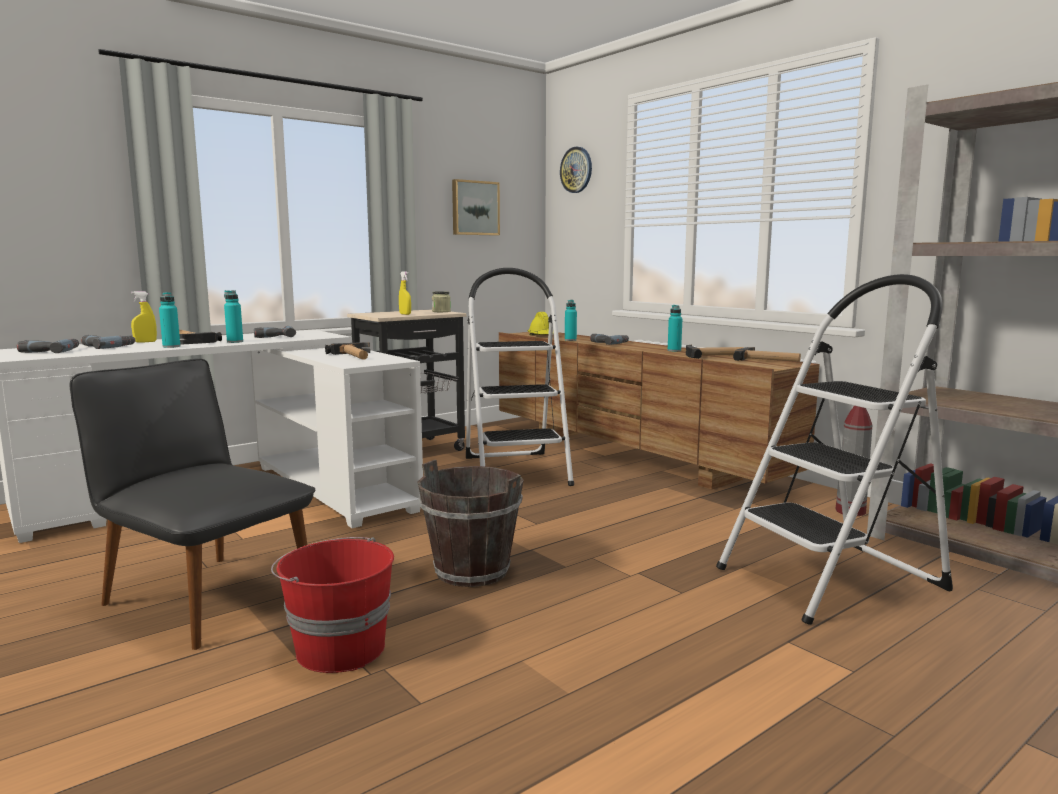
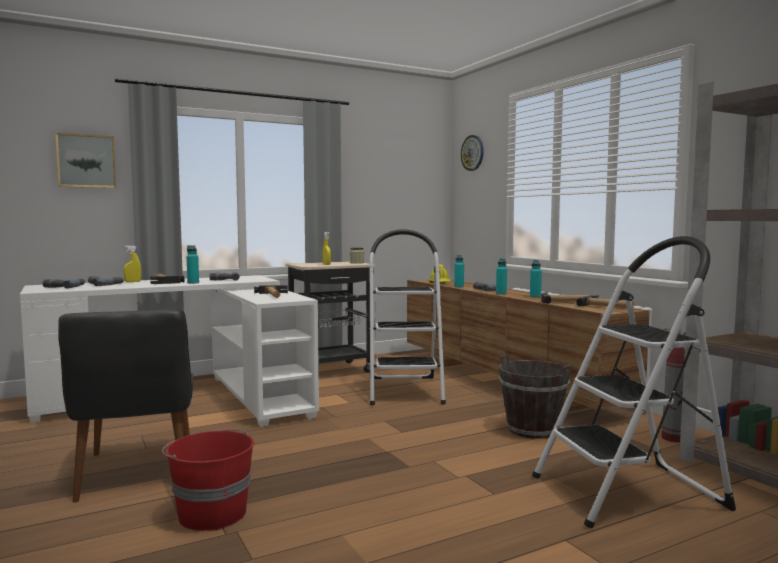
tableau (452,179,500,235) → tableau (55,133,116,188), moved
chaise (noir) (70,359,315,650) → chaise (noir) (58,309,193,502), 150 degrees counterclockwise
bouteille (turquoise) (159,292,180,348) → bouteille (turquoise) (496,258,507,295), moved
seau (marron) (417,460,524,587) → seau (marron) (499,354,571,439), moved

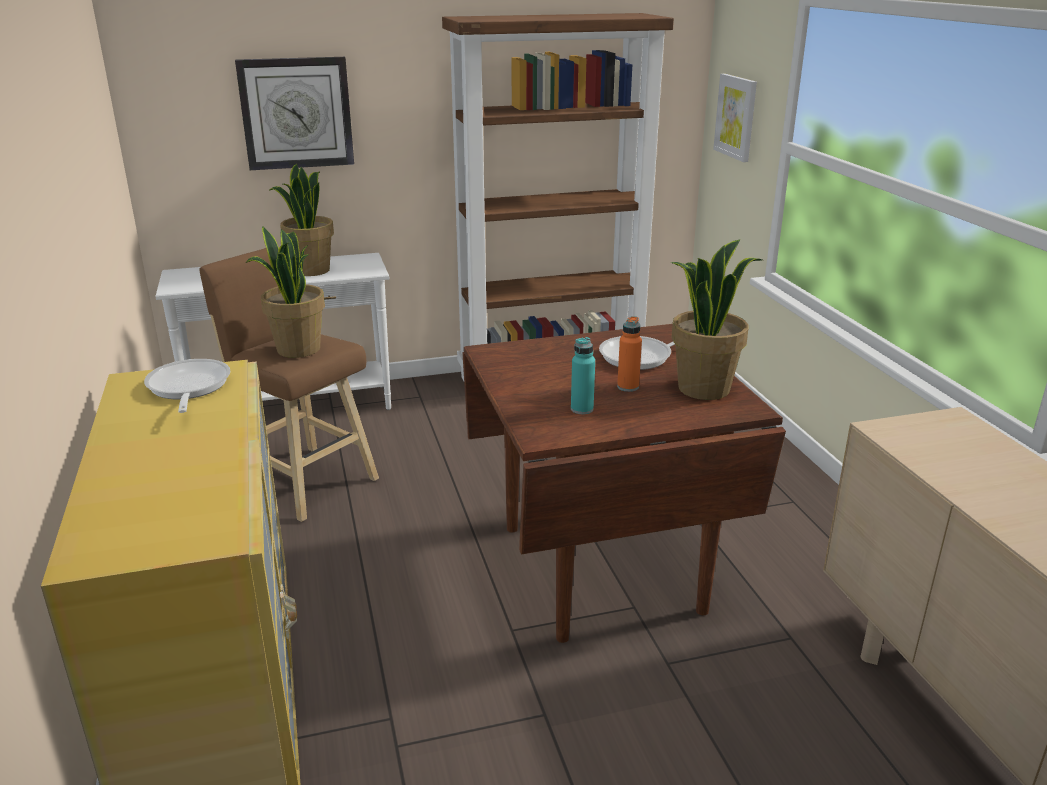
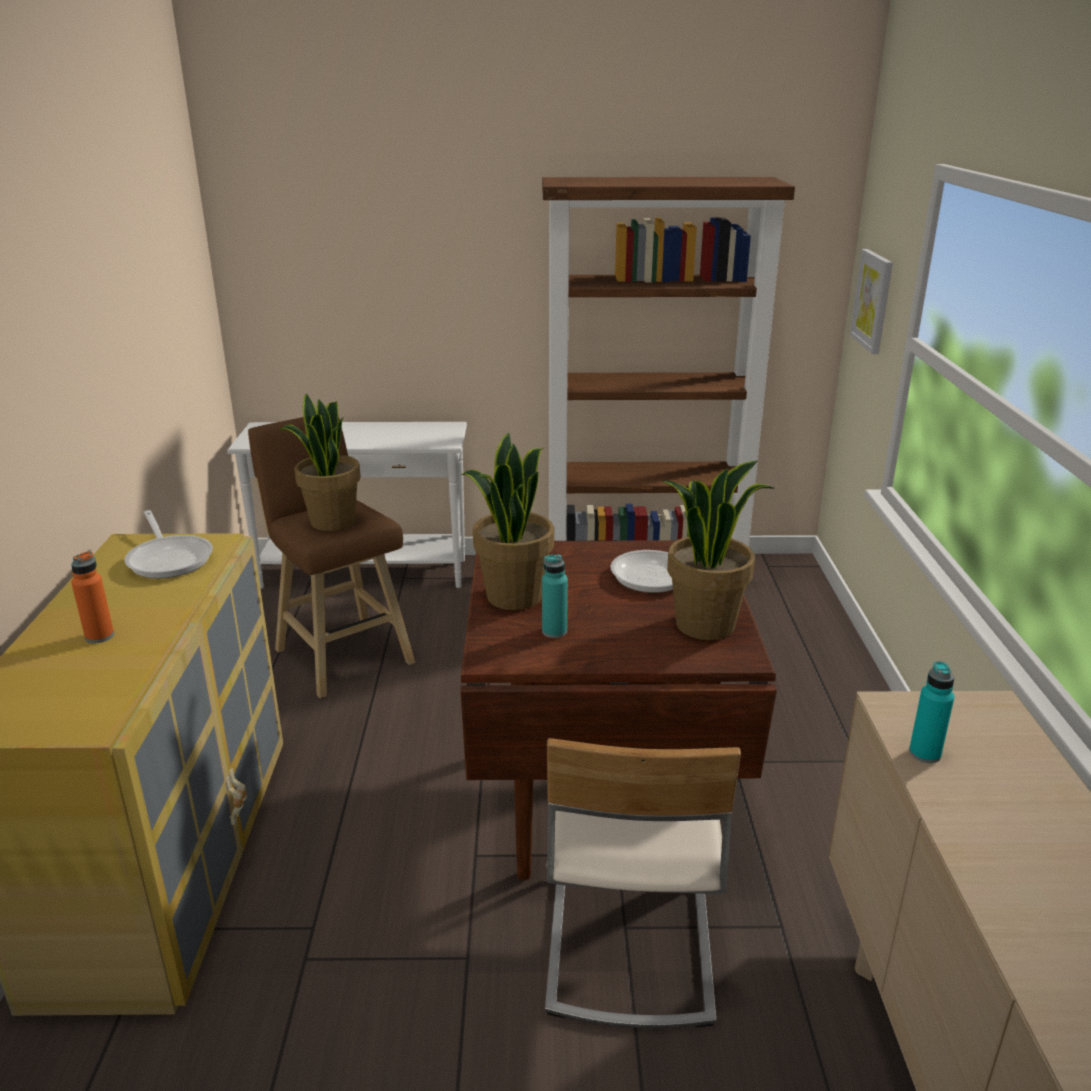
bouteille (orange) (617,316,642,392) → bouteille (orange) (71,551,114,643), moved
poêle (144,359,230,413) → poêle (125,510,213,579), 150 degrees clockwise
plante en pot (269,164,334,276) → plante en pot (462,433,554,610), moved
- → chaise (beige) (545,738,741,1028)
- → bouteille (turquoise) (909,661,955,763)
horloge murale (235,57,354,170) → -

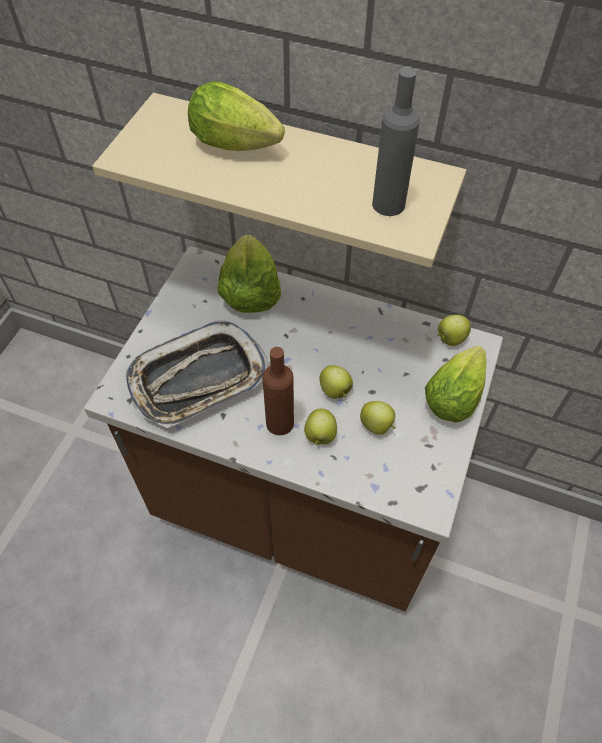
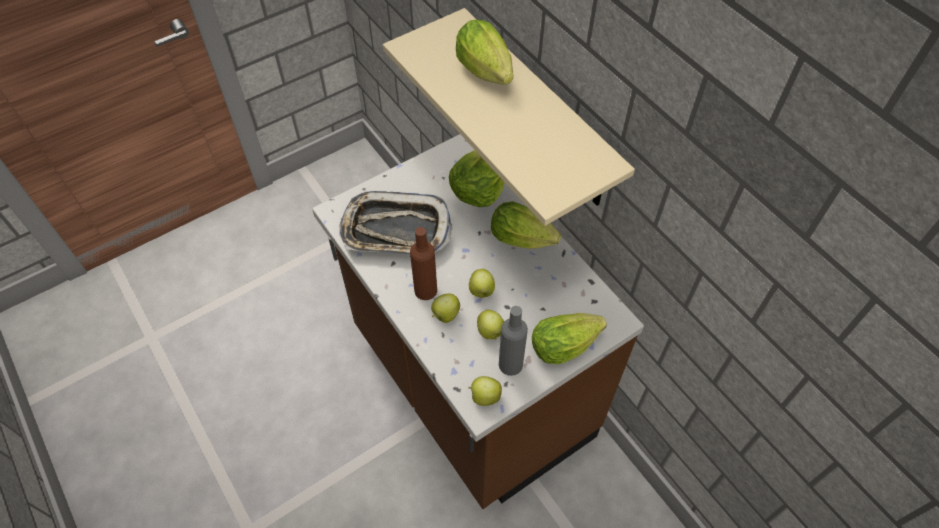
pomme (438,315,471,346) → pomme (468,376,502,406), moved
- → laitue (491,201,561,248)
bouteille (gris) (372,67,420,216) → bouteille (gris) (499,306,528,376), moved

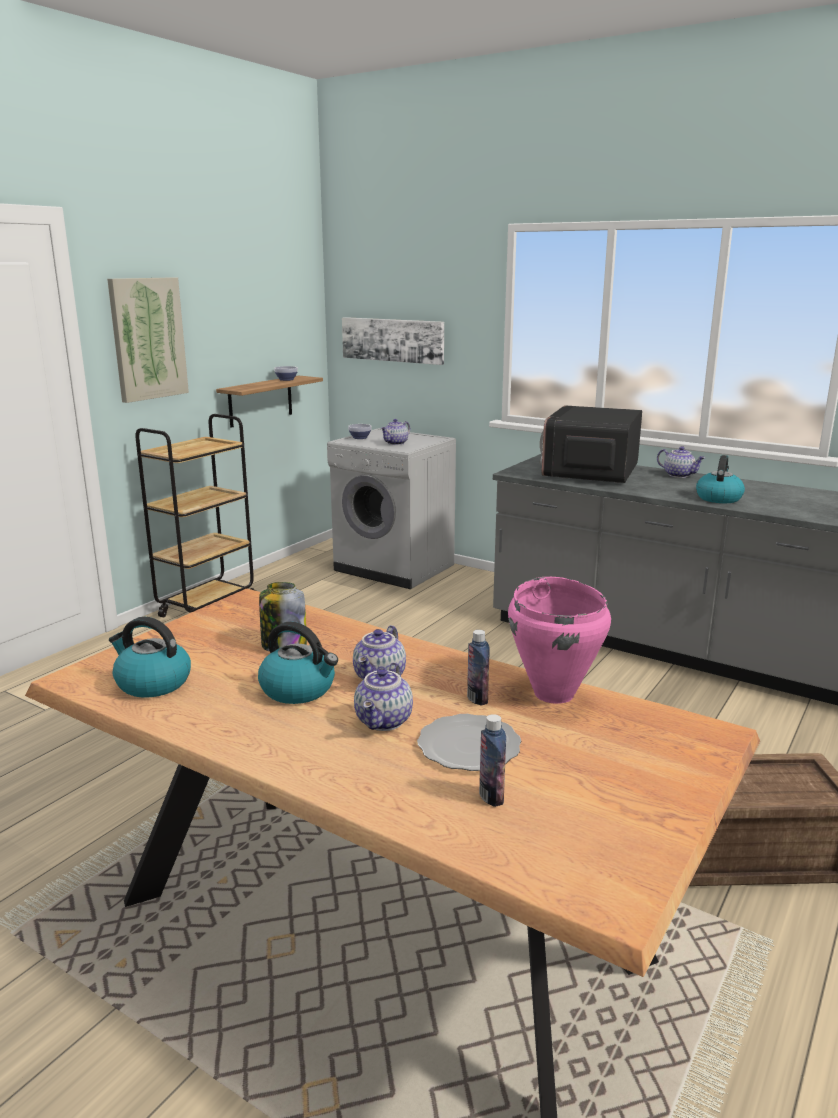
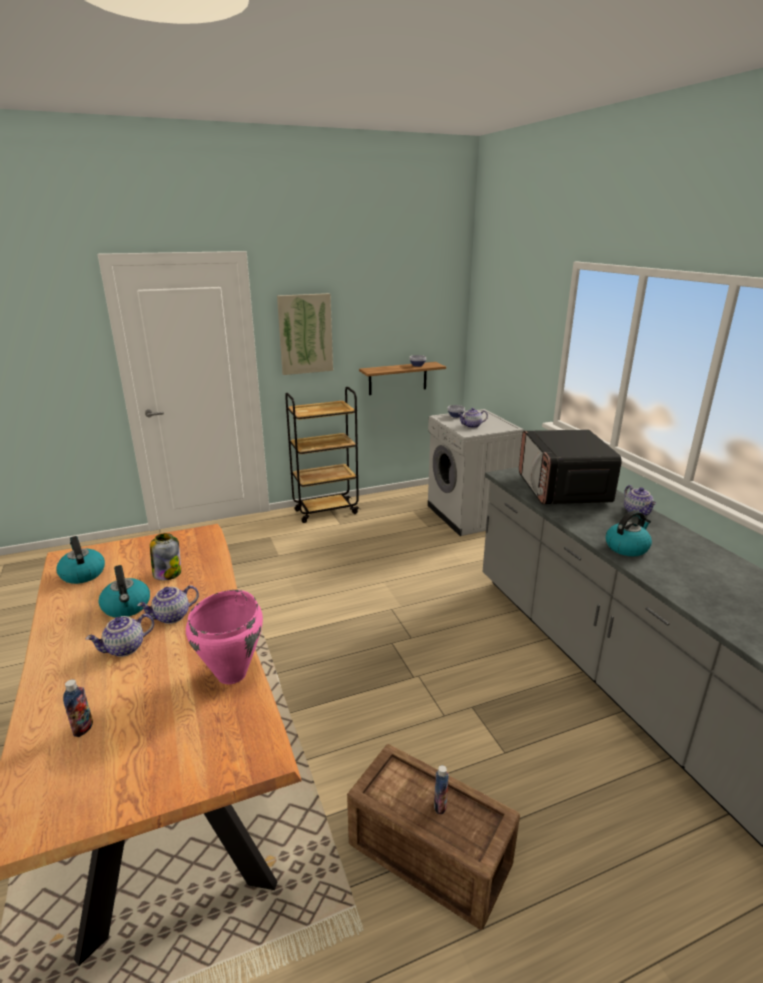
bouteille (467,630,490,706) → bouteille (434,765,449,814), moved
micro-ondes (540,405,642,483) → micro-ondes (519,429,622,504), 60 degrees counterclockwise
tableau (342,317,444,365) → -
assiette (417,714,521,771) → -

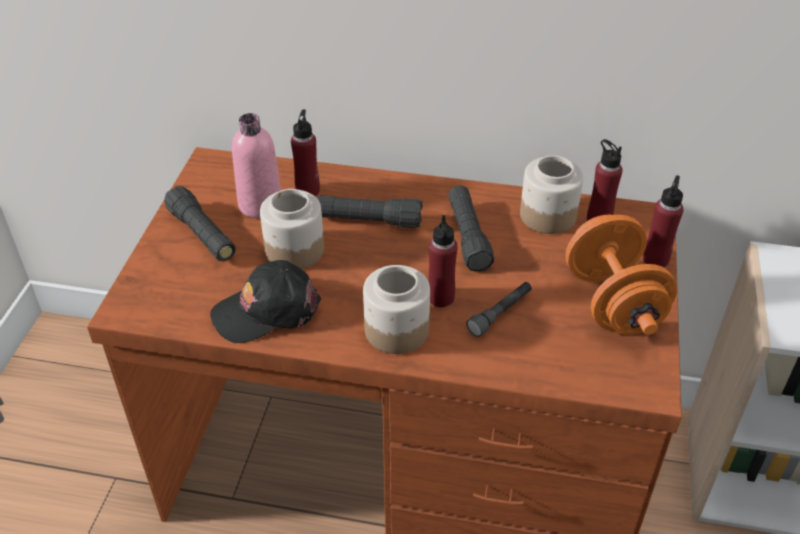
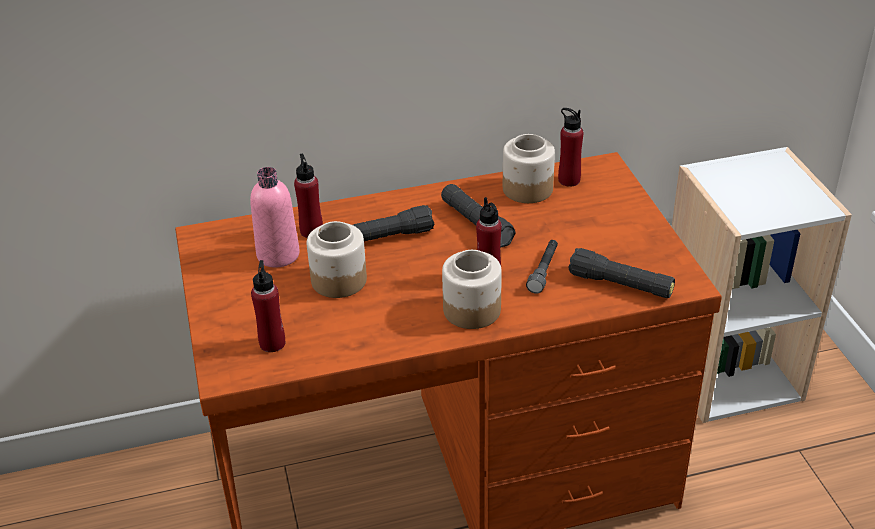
bouteille (rouge) (643,175,683,267) → bouteille (rouge) (251,260,285,352), moved
lampe de poche (noir) (164,186,236,261) → lampe de poche (noir) (568,248,675,298), moved
casquette (noir) (210,260,321,343) → -
haltère (orange) (565,215,677,335) → -

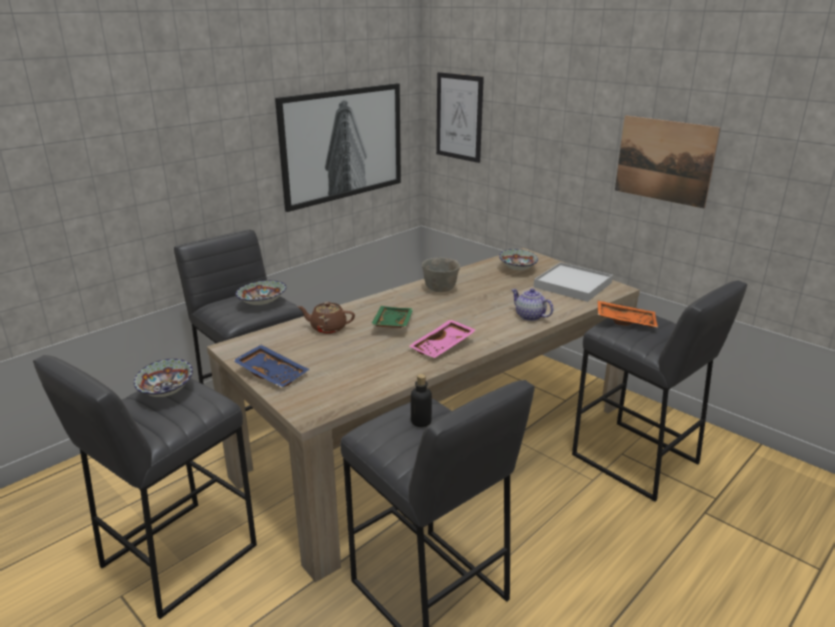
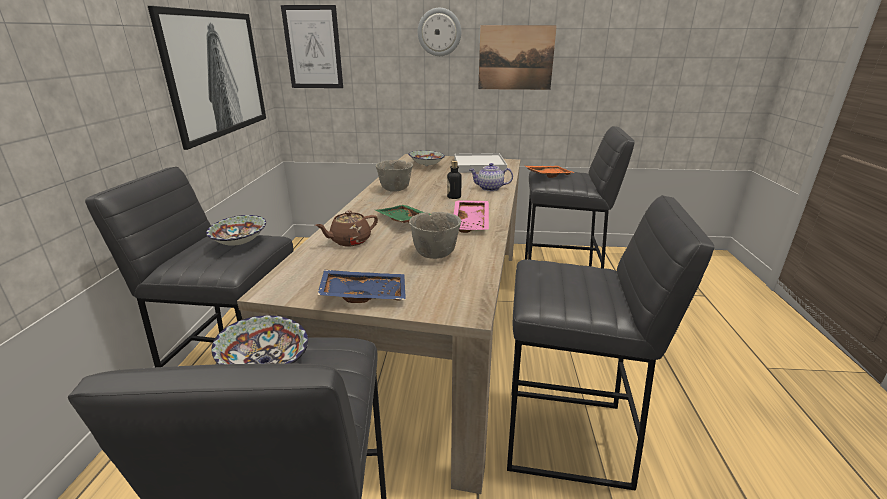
- → bol (gris) (409,212,461,259)
- → horloge murale (418,8,461,56)
bouteille (411,374,432,427) → bouteille (447,161,462,199), moved

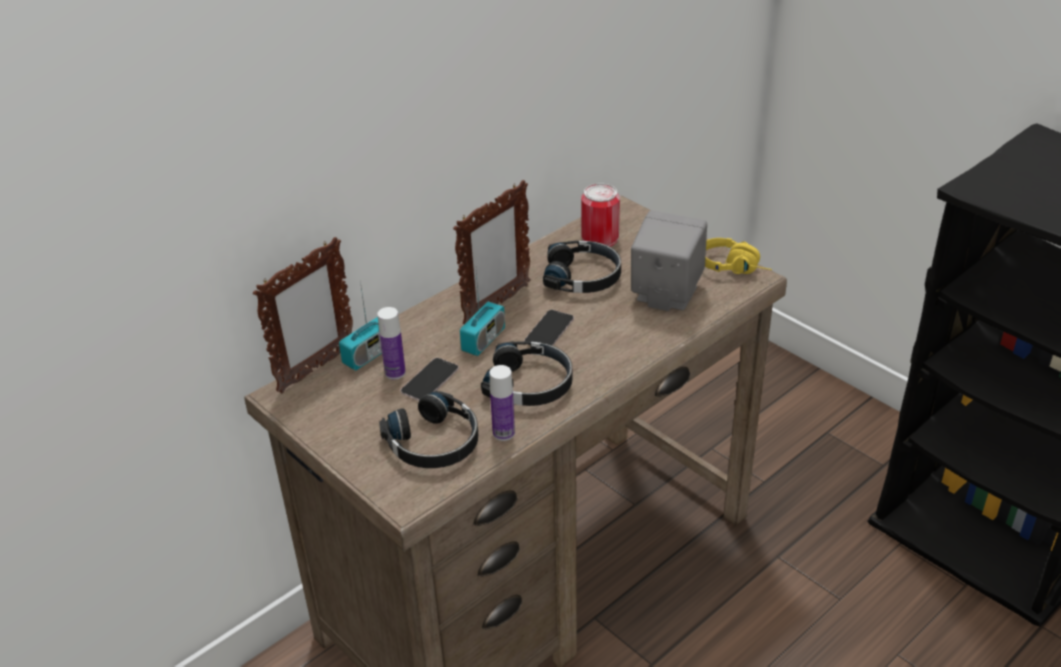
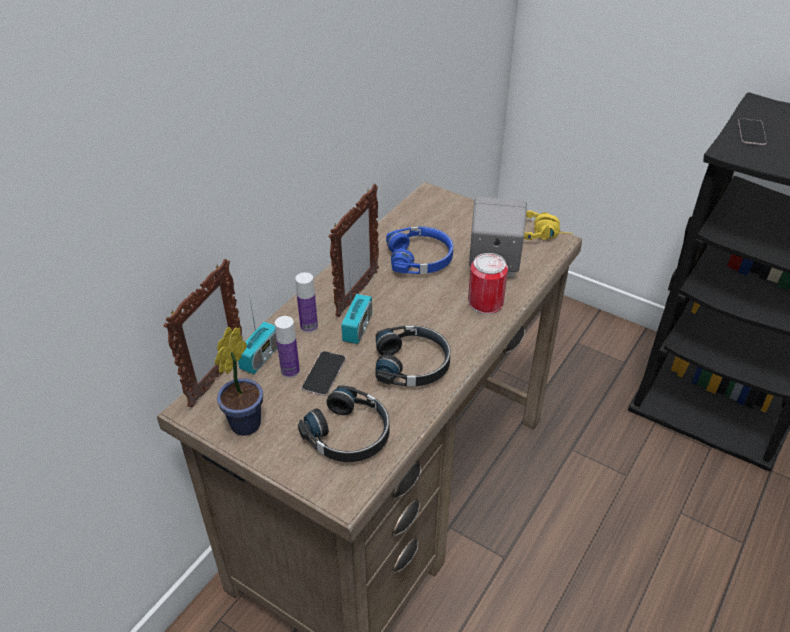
- → plante en pot (214,327,263,436)
bouteille (489,365,515,441) → bouteille (295,272,318,333), moved
casque audio (noir) (543,241,621,293) → casque audio (bleu) (386,226,453,274)
boîte métallique (581,184,620,247) → boîte métallique (468,253,508,314), moved
téléphone (524,310,574,346) → téléphone (738,118,767,145), moved

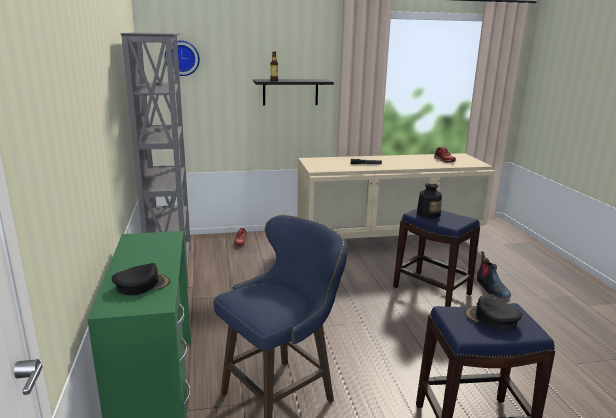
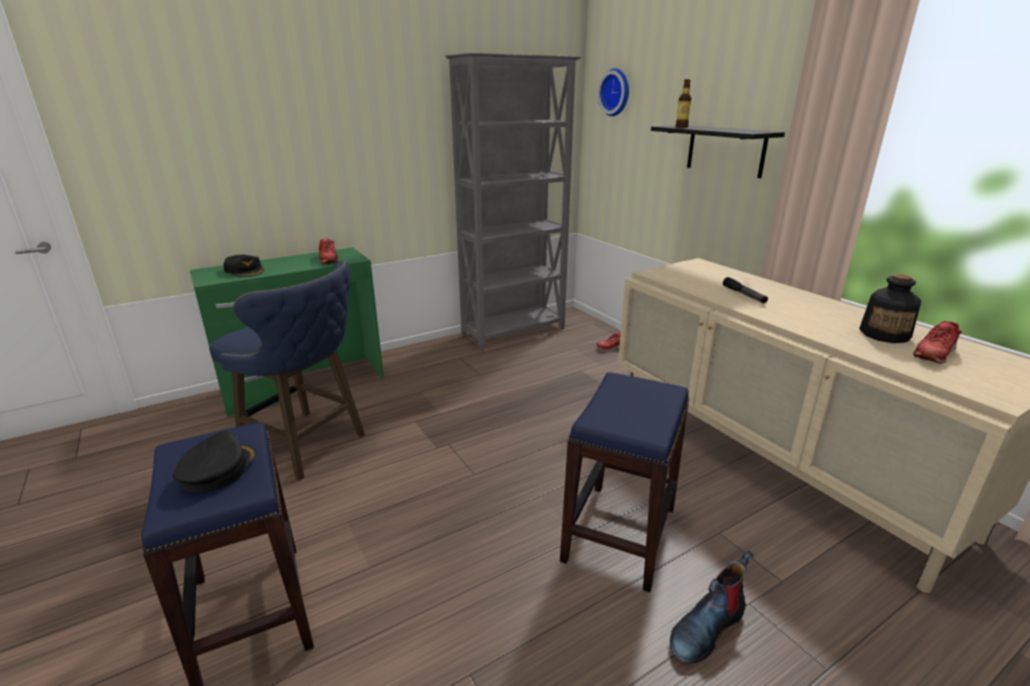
- → chaussure (rouge) (319,238,339,264)
bouteille (417,182,442,218) → bouteille (859,274,921,343), moved

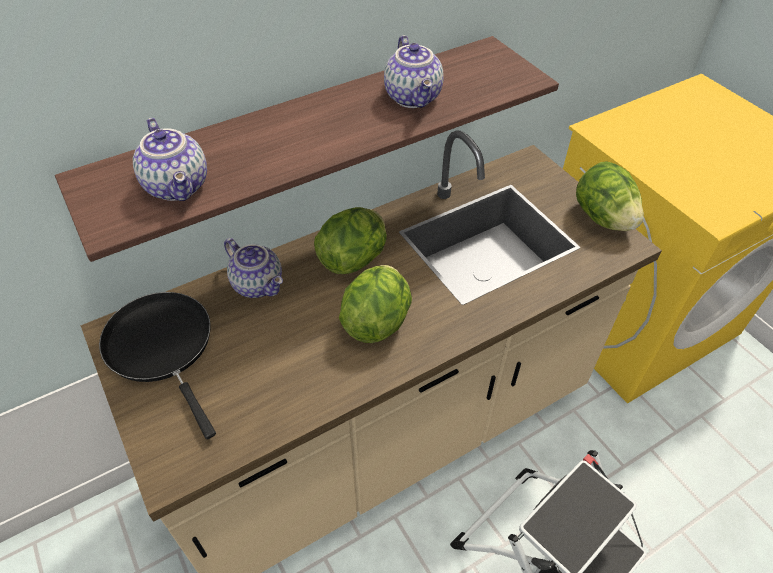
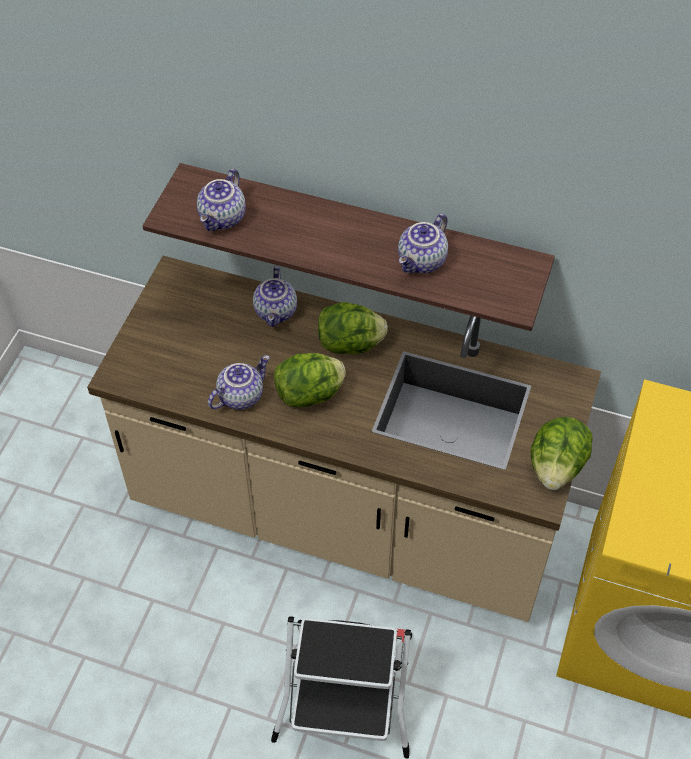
- → théière (208,355,270,410)
poêle (noir) (99,292,216,439) → -

